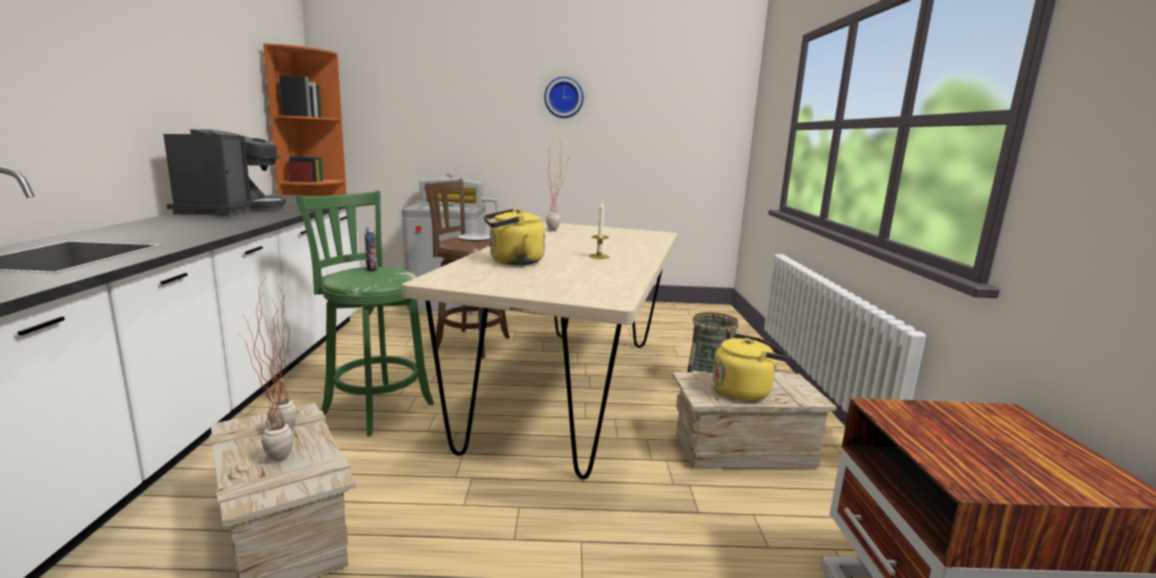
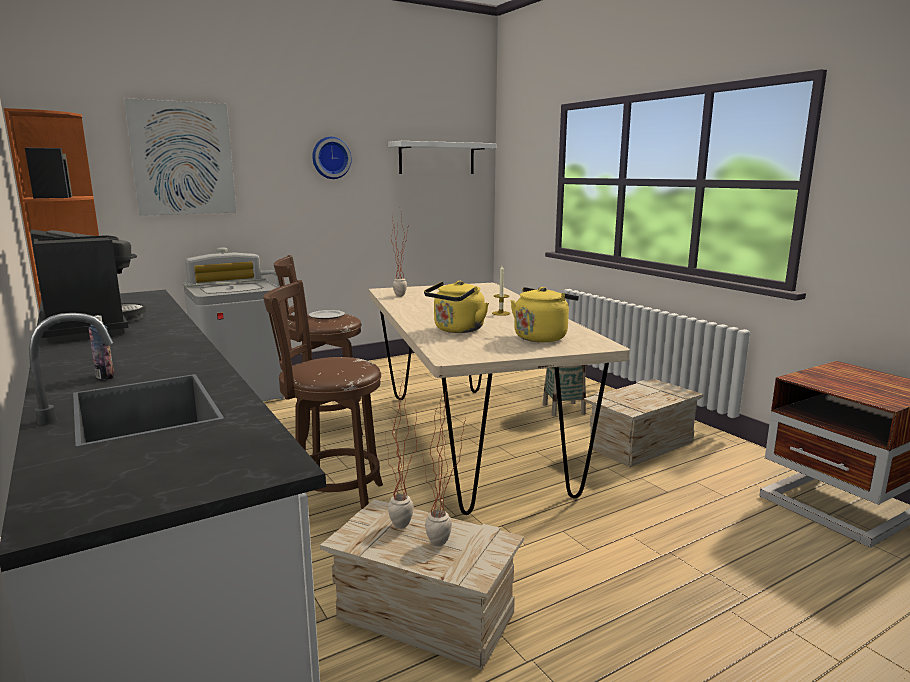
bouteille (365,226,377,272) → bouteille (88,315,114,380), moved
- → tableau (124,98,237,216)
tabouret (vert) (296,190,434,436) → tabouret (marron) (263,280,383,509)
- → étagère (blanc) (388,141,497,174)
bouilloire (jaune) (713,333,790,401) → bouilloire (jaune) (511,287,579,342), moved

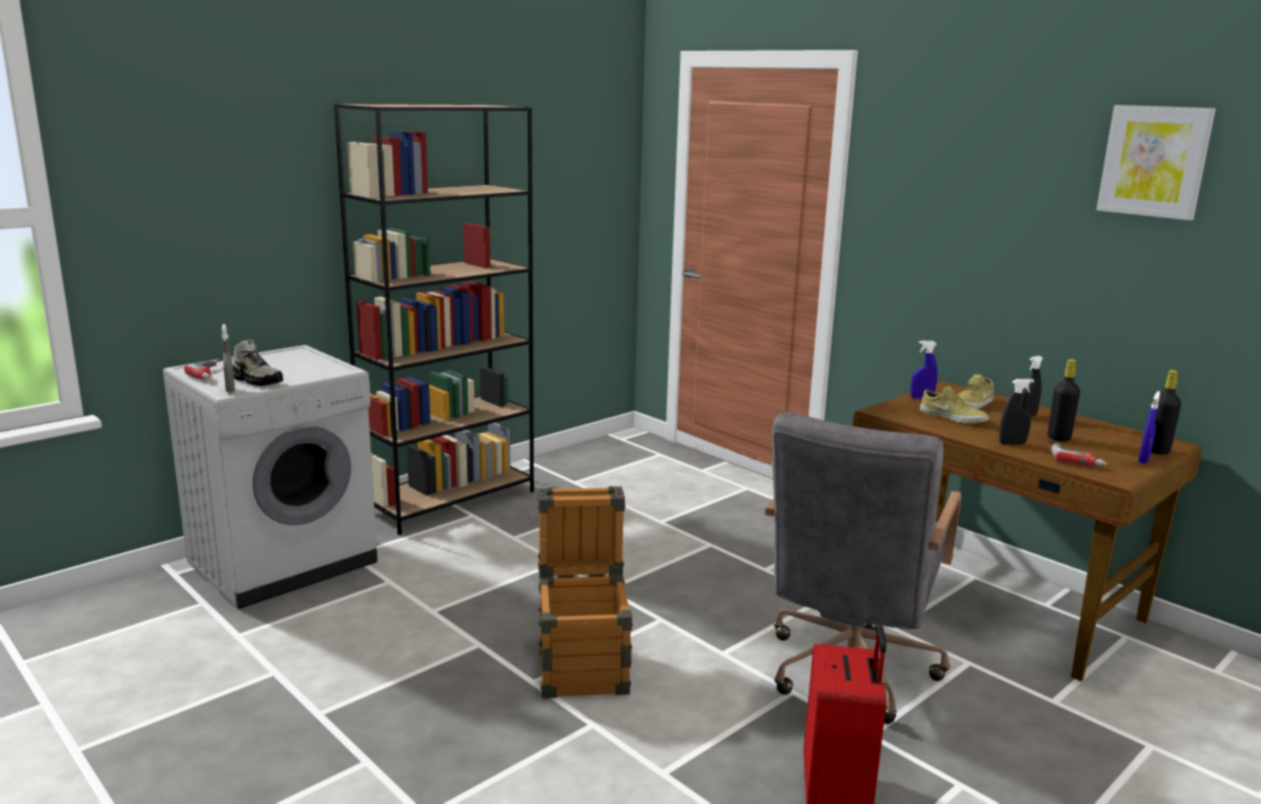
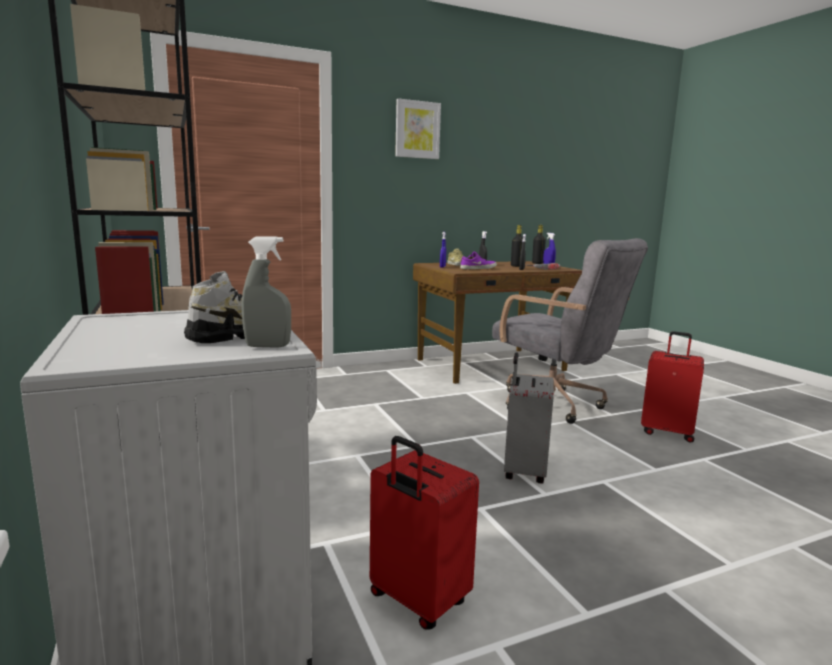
- → valise (rouge) (370,436,479,630)
tableau (1096,105,1216,220) → tableau (395,98,441,159), moved
chaussure (beige) (920,386,989,424) → chaussure (violet) (460,252,497,269)
caisse (538,486,633,698) → valise (gris) (504,353,554,484)
perceuse (184,358,223,380) → -

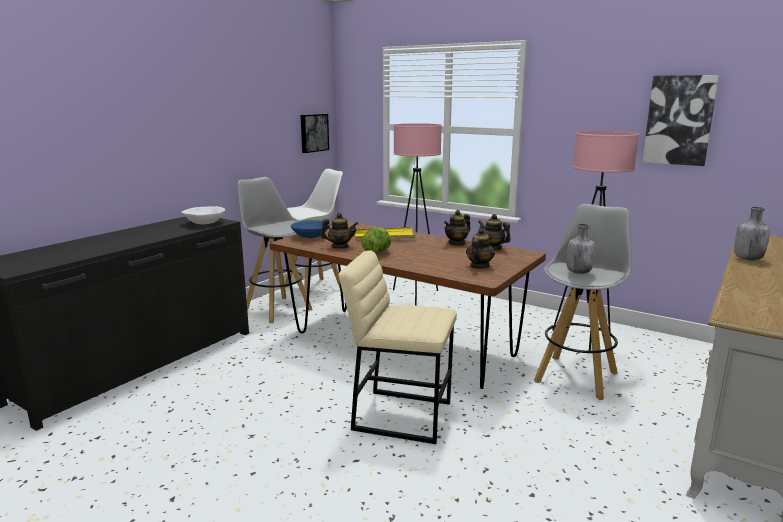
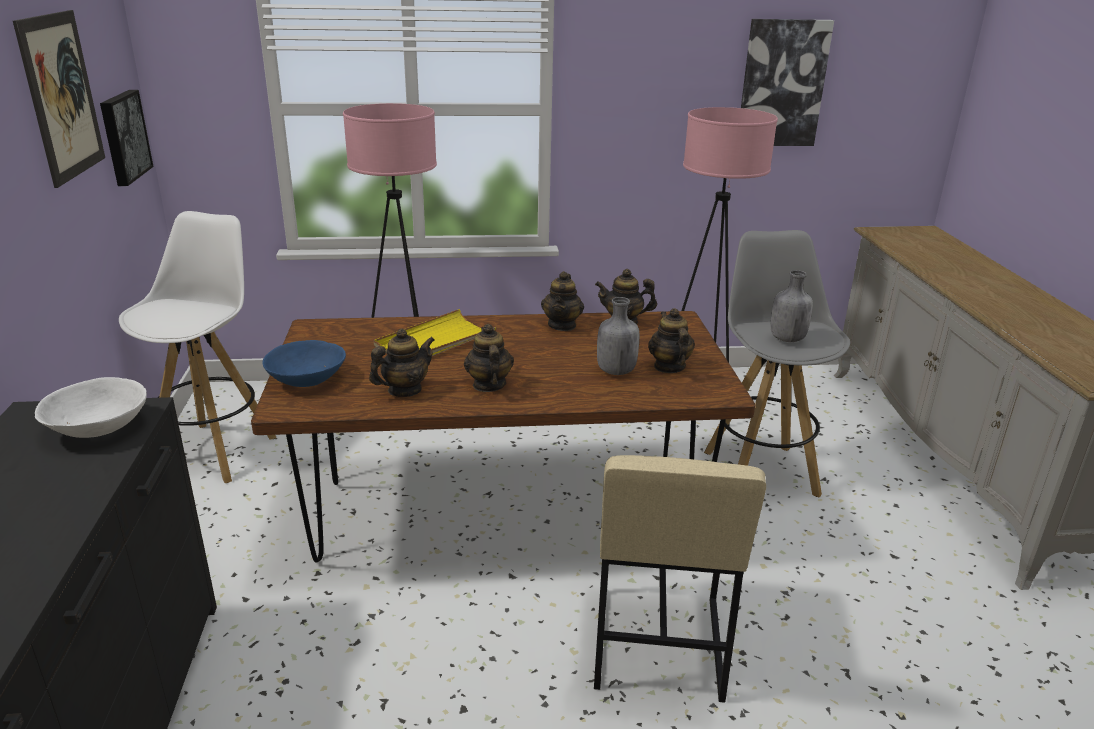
- → tableau (13,10,105,188)
laitue (361,227,391,254) → théière (464,324,514,392)
chaise (beige) (339,250,457,444) → chaise (beige) (594,455,766,703), 60 degrees counterclockwise
bouteille (gris) (734,207,770,260) → bouteille (gris) (597,297,639,375), moved
tabouret (gris) (237,177,312,323) → -

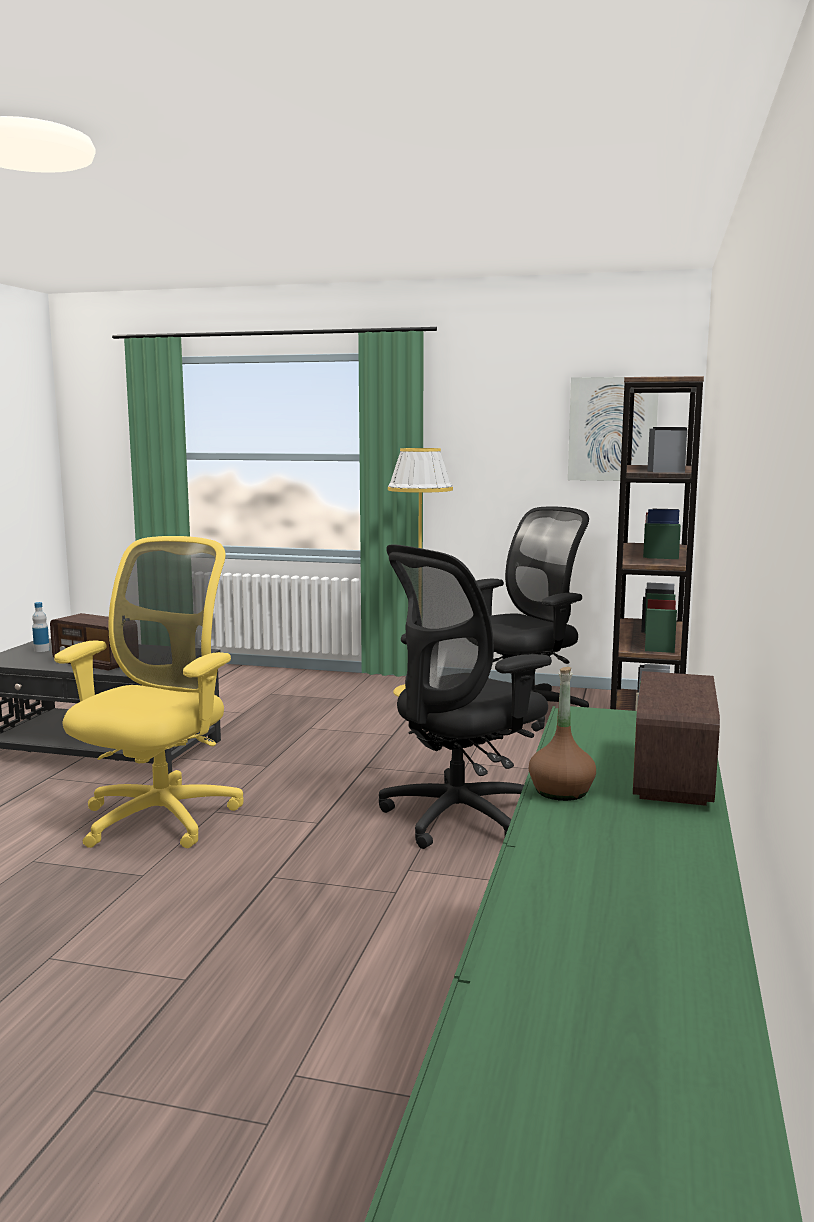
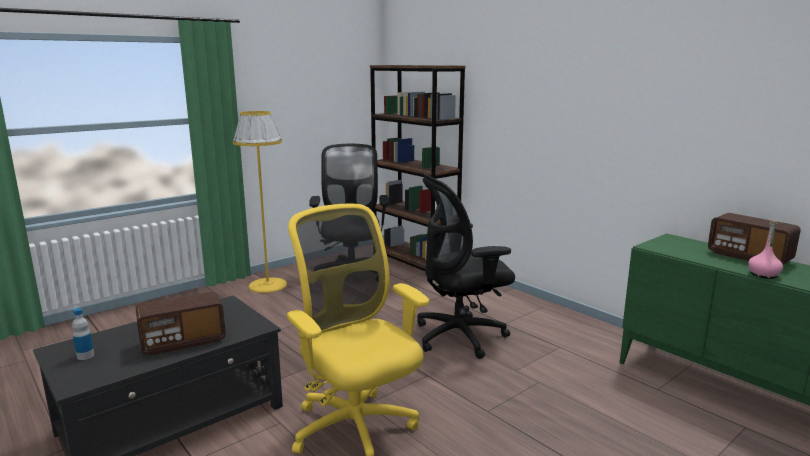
chaise de bureau (noir) (379,544,552,849) → chaise de bureau (noir) (417,173,515,359), 75 degrees clockwise
bouteille (marron) (529,667,596,801) → bouteille (rose) (748,220,783,279)
tableau (568,376,659,481) → -

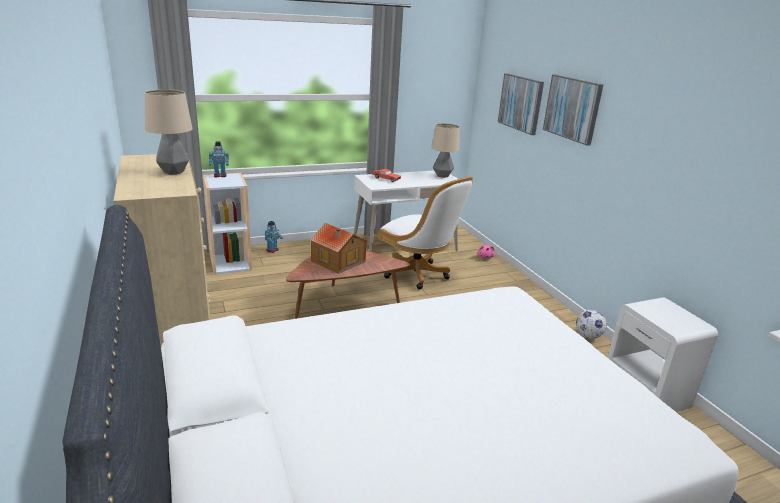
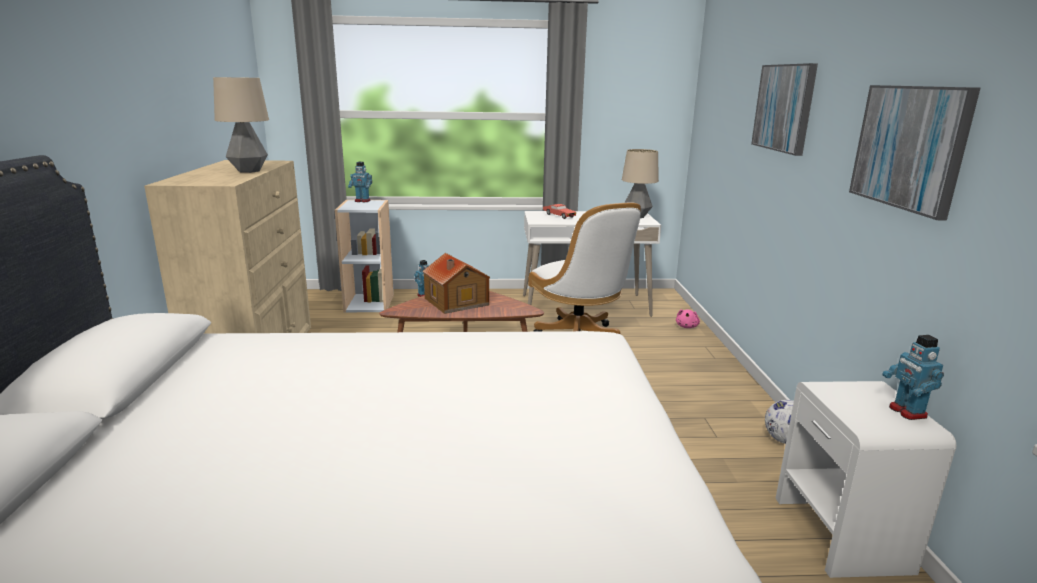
tableau (498,73,544,135) → tableau (849,85,980,220), moved
- → robot jouet (882,335,944,420)

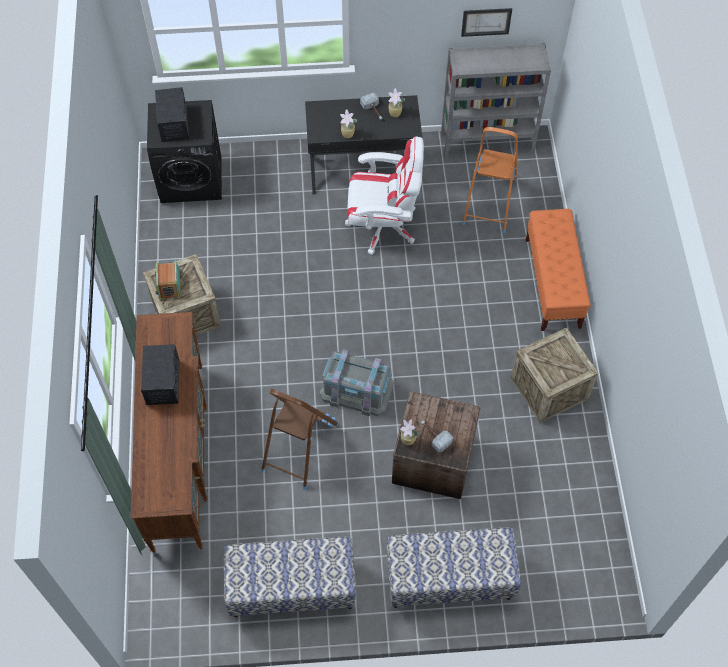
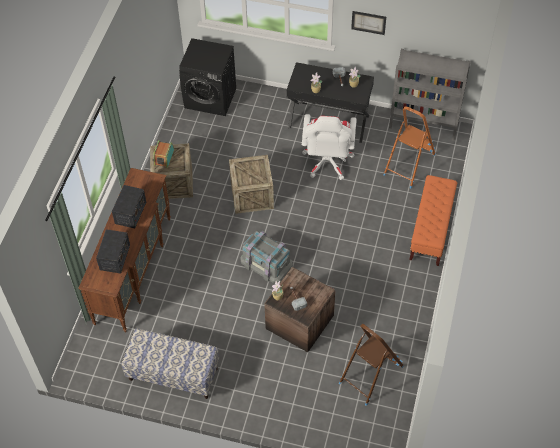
radio (155,87,189,142) → radio (96,229,130,273), moved
caisse (510,328,598,423) → caisse (229,155,274,214), moved
chaise de bureau (blanc) (345,136,424,255) → chaise de bureau (blanc) (302,114,357,180), 75 degrees clockwise
escabeau (marron) (261,389,338,490) → escabeau (marron) (339,324,404,406), moved
tableau (461,8,512,37) → tableau (351,11,386,35), moved
banc (386,528,521,608) → -

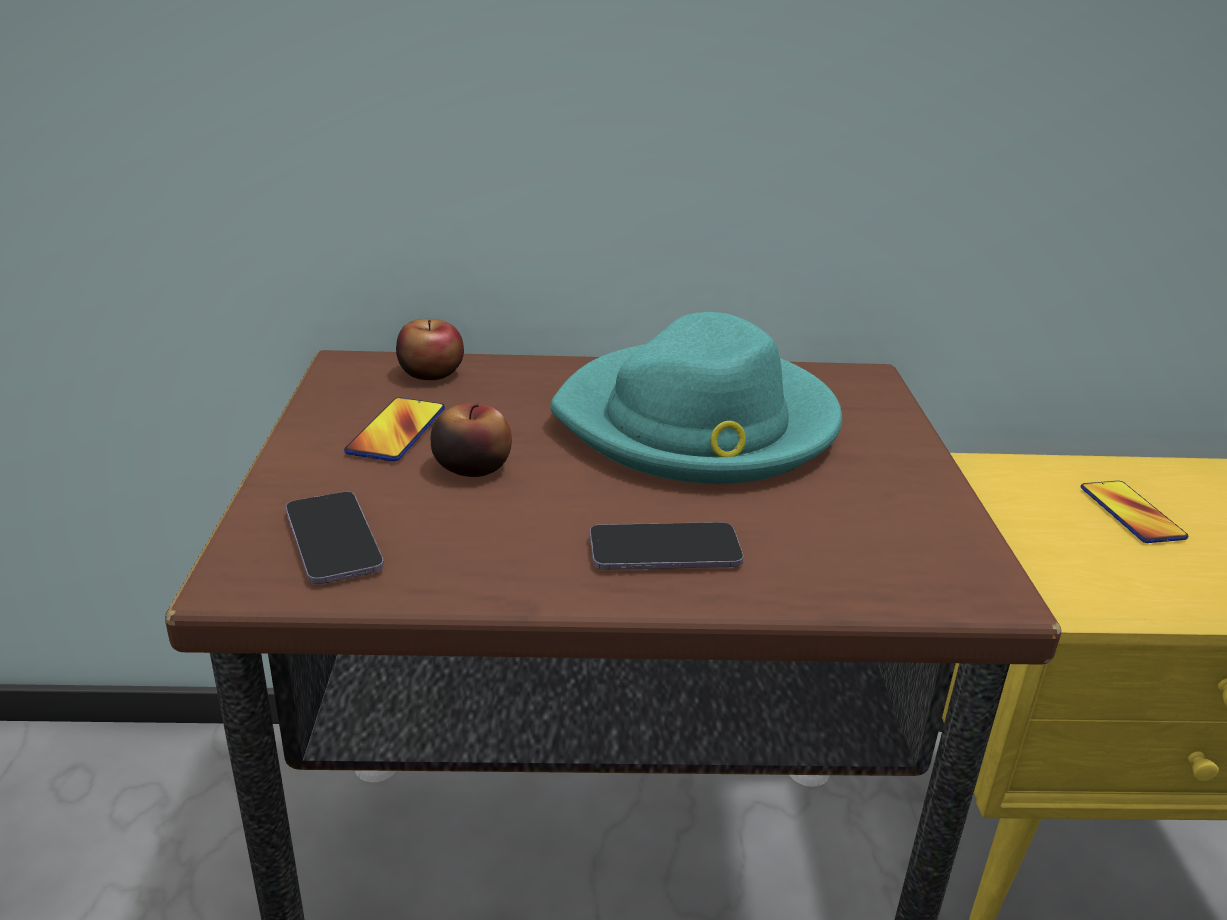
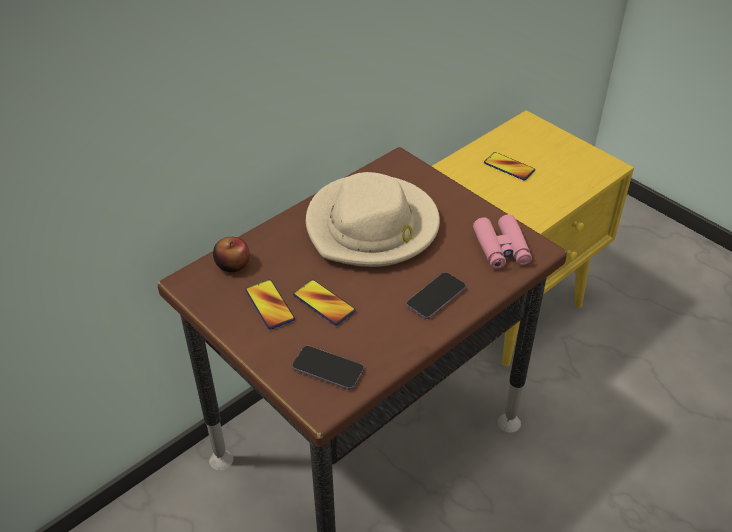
pomme (431,403,512,477) → téléphone (293,280,356,326)
chapeau (turquoise) (550,312,842,484) → chapeau (beige) (306,172,440,267)
- → jumelles (rose) (473,214,532,269)

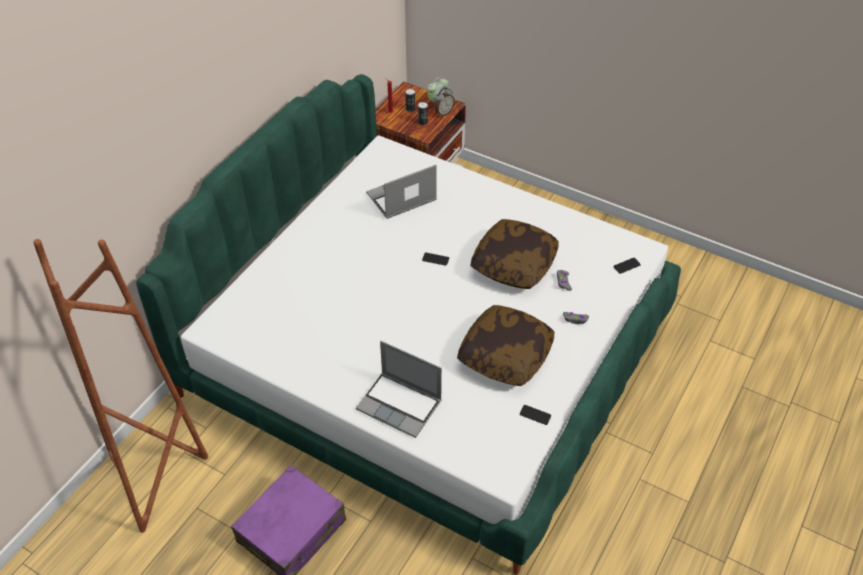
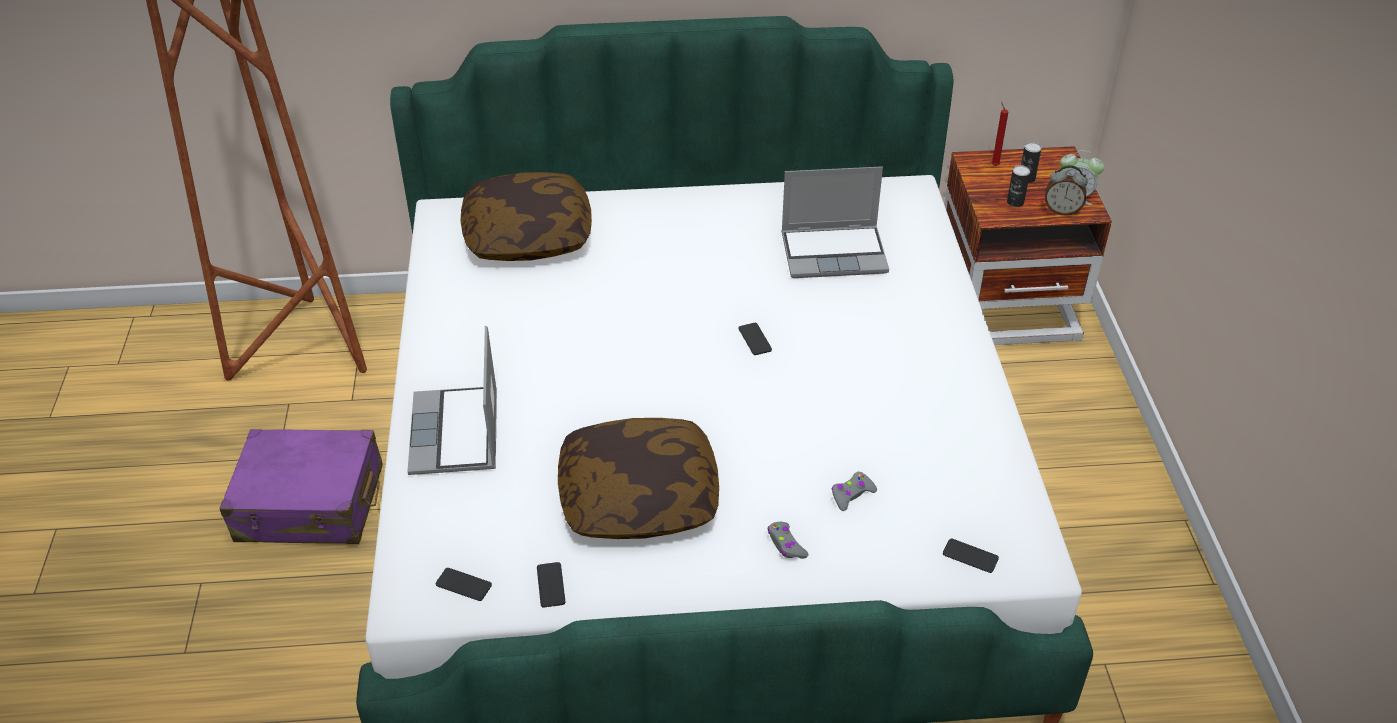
- → téléphone (436,568,492,601)
coussin (470,219,558,289) → coussin (461,172,592,261), moved
ordinateur portable (366,165,437,219) → ordinateur portable (782,167,889,278), 150 degrees clockwise

